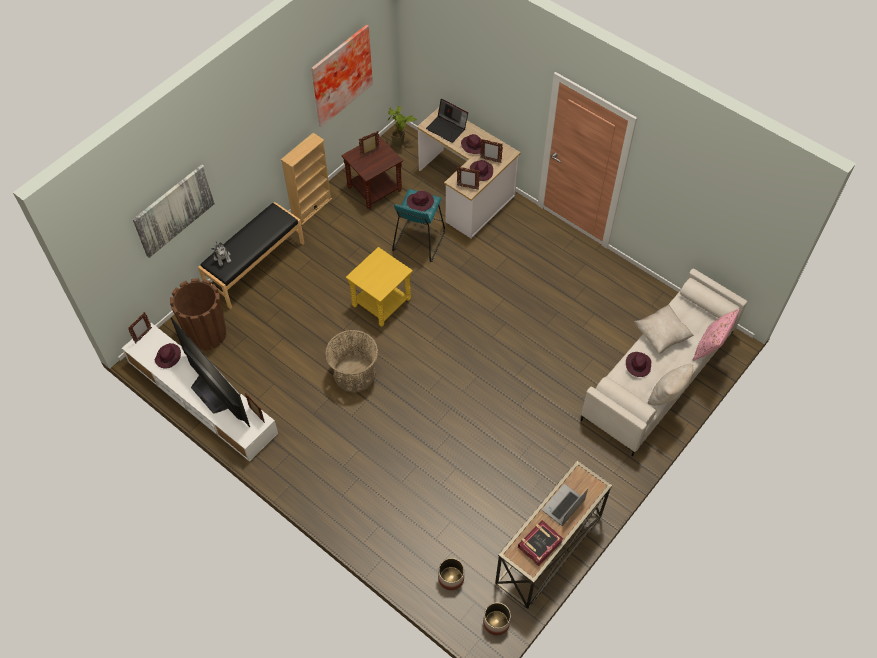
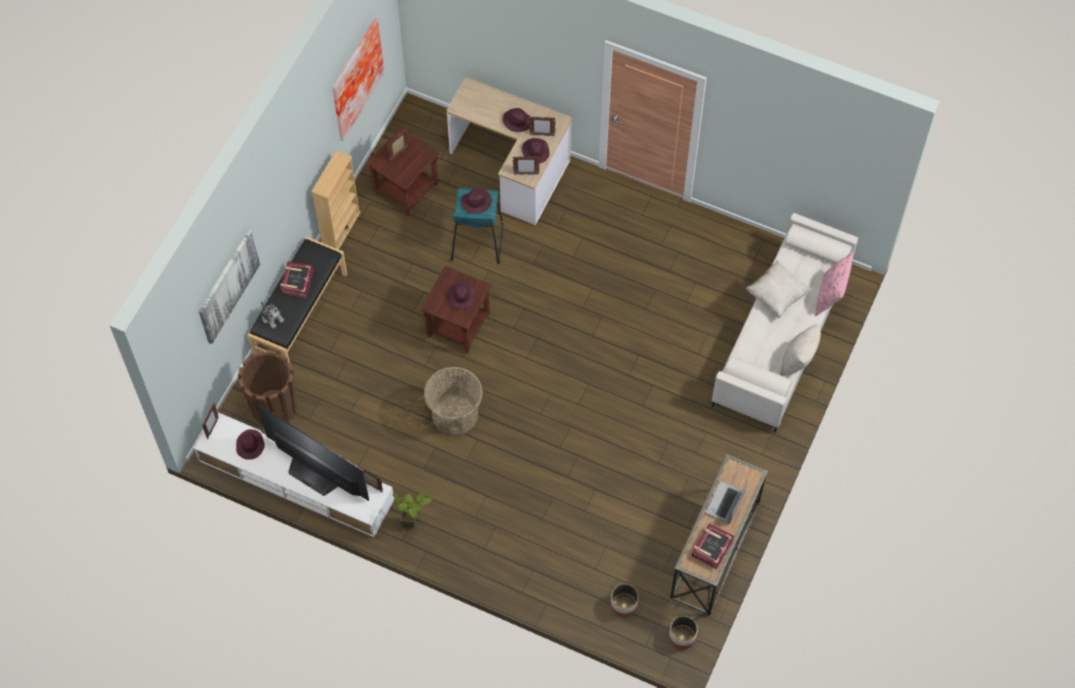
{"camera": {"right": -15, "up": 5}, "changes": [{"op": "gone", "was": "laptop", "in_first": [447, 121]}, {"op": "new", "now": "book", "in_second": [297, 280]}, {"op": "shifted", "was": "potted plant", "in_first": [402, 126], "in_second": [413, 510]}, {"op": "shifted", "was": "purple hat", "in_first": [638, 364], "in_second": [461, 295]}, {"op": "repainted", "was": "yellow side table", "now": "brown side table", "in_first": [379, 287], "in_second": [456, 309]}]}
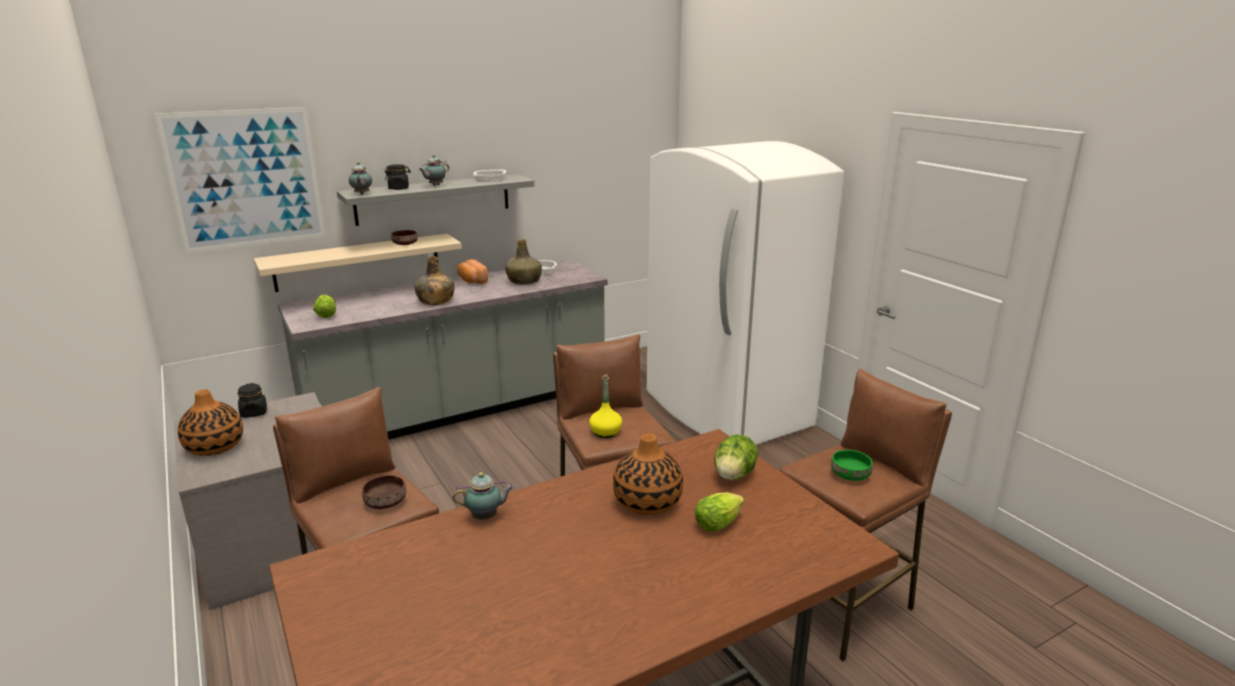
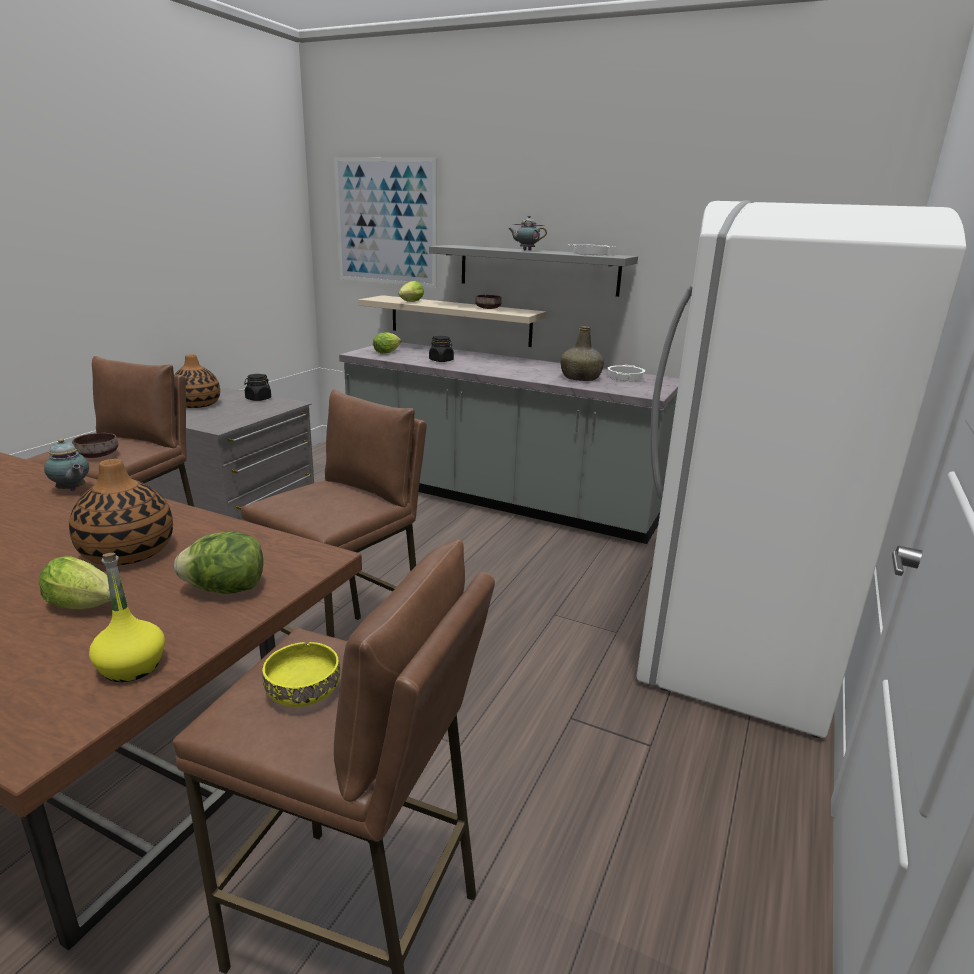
{"camera": {"right": 55, "up": 0}, "changes": [{"op": "gone", "was": "teapot", "in_first": [360, 178]}, {"op": "gone", "was": "green bottle", "in_first": [435, 280]}, {"op": "gone", "was": "bread", "in_first": [472, 271]}, {"op": "new", "now": "lettuce", "in_second": [411, 291]}, {"op": "shifted", "was": "black jar", "in_first": [398, 177], "in_second": [441, 349]}, {"op": "shifted", "was": "yellow bottle", "in_first": [605, 406], "in_second": [127, 617]}, {"op": "repainted", "was": "green bowl", "now": "yellow bowl", "in_first": [852, 465], "in_second": [301, 674]}]}
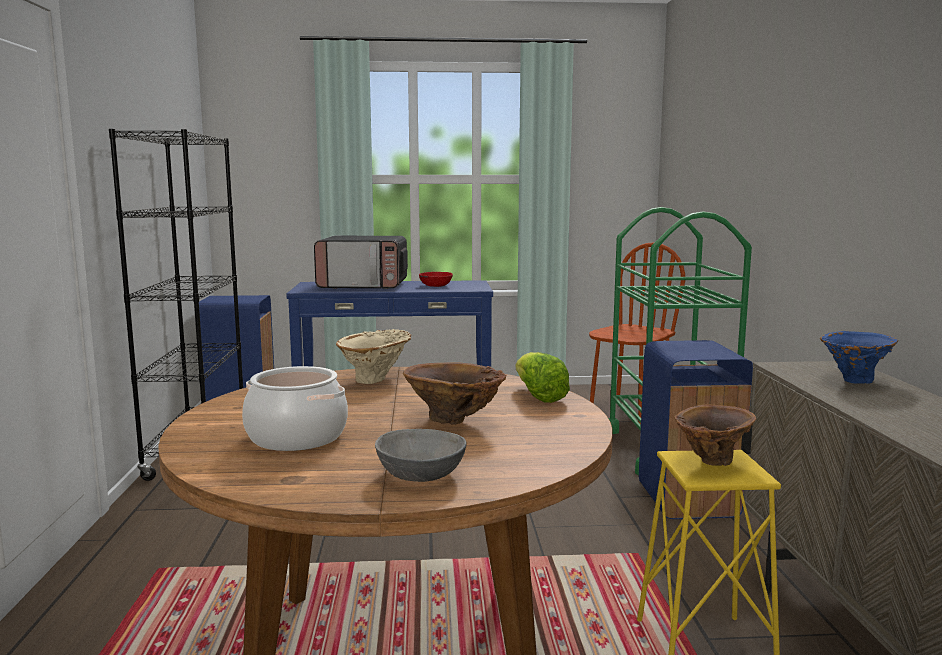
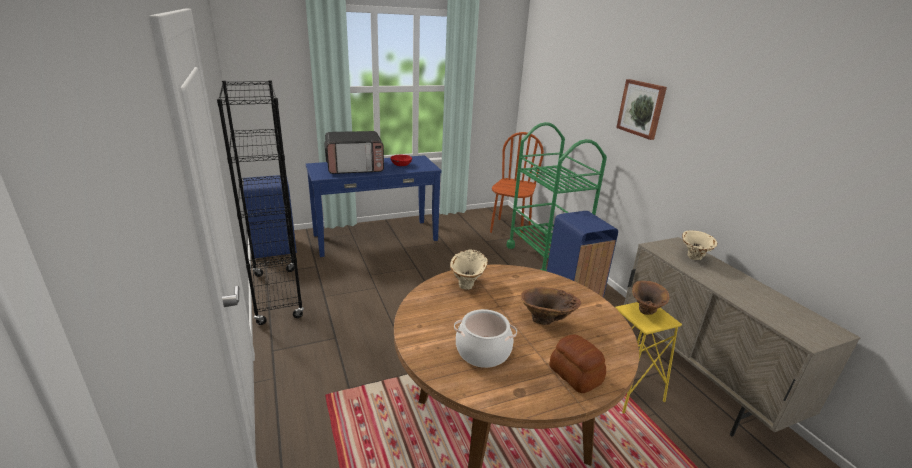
{"camera": {"right": -20, "up": 15}, "changes": [{"op": "gone", "was": "lettuce", "in_first": [543, 377]}, {"op": "new", "now": "picture", "in_second": [641, 109]}, {"op": "swapped", "was": "grey bowl", "now": "bread", "in_first": [421, 455], "in_second": [577, 364]}, {"op": "repainted", "was": "blue vase", "now": "beige vase", "in_first": [859, 357], "in_second": [699, 245]}]}
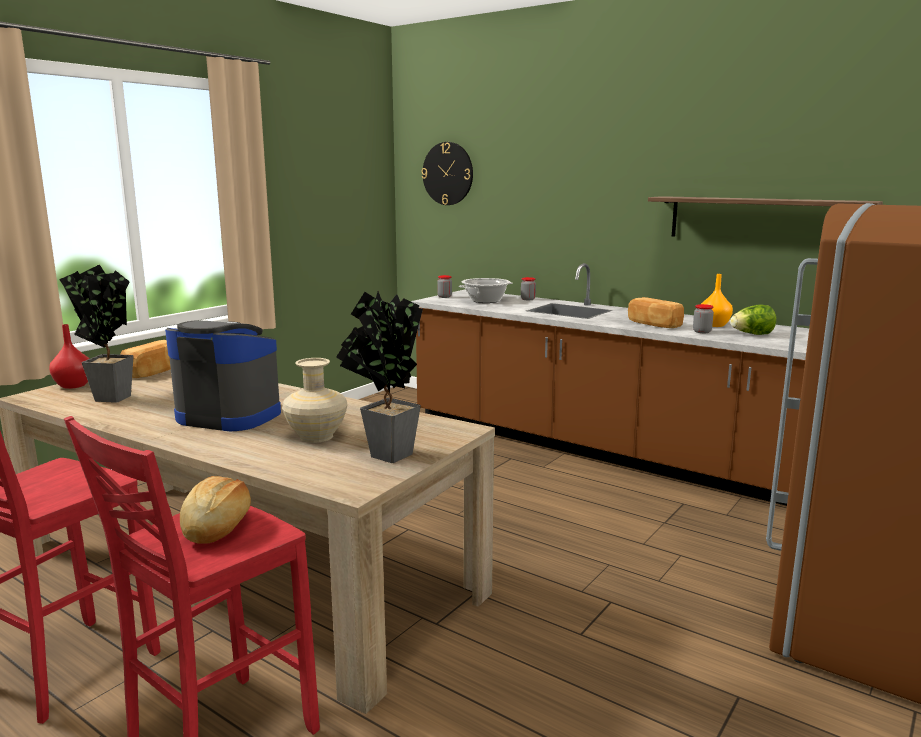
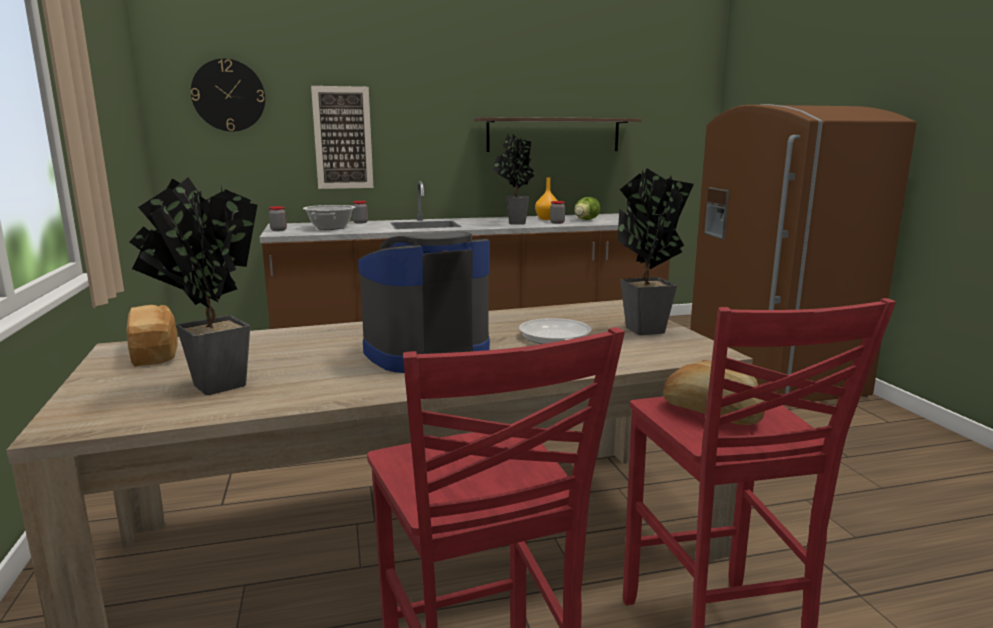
{"camera": {"right": -50, "up": 0}, "changes": [{"op": "gone", "was": "red vase", "in_first": [69, 356]}, {"op": "new", "now": "picture", "in_second": [342, 137]}, {"op": "swapped", "was": "beige vase", "now": "frying pan", "in_first": [314, 400], "in_second": [555, 331]}, {"op": "swapped", "was": "bread", "now": "potted plant", "in_first": [656, 312], "in_second": [513, 179]}]}
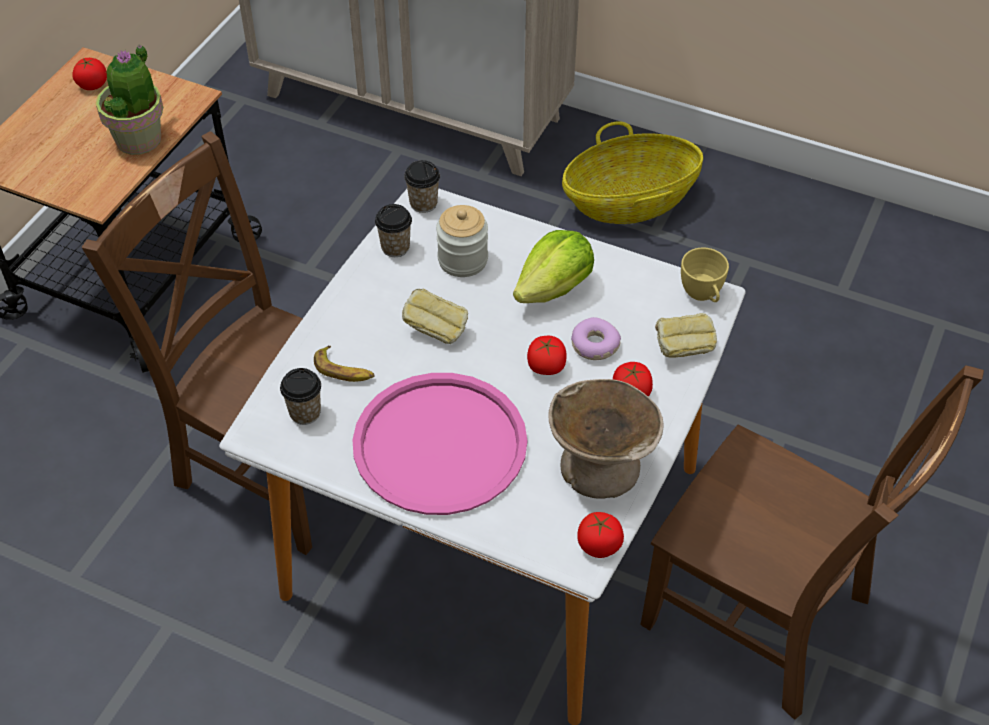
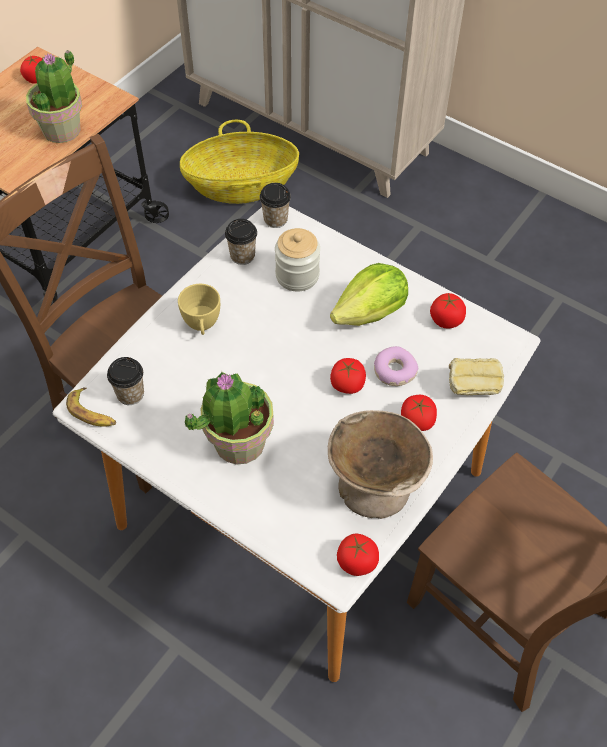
{"camera": {"right": 10, "up": 5}, "changes": [{"op": "gone", "was": "bread", "in_first": [435, 316]}, {"op": "new", "now": "tomato", "in_second": [448, 310]}, {"op": "shifted", "was": "banana", "in_first": [344, 364], "in_second": [91, 407]}, {"op": "shifted", "was": "basket", "in_first": [632, 172], "in_second": [239, 162]}, {"op": "shifted", "was": "yellow cup", "in_first": [705, 275], "in_second": [199, 309]}, {"op": "swapped", "was": "pink tray", "now": "potted plant", "in_first": [439, 444], "in_second": [229, 418]}]}
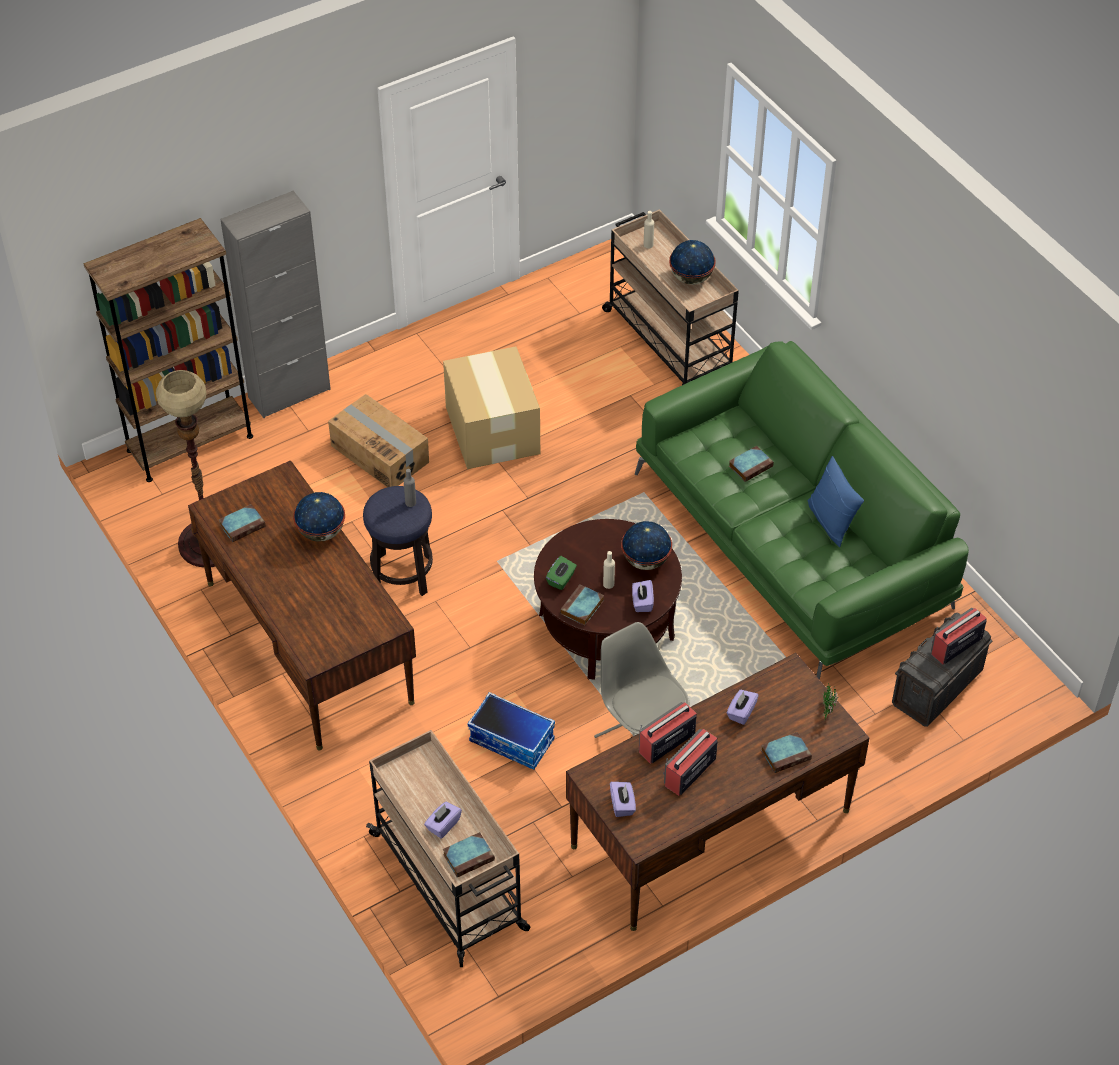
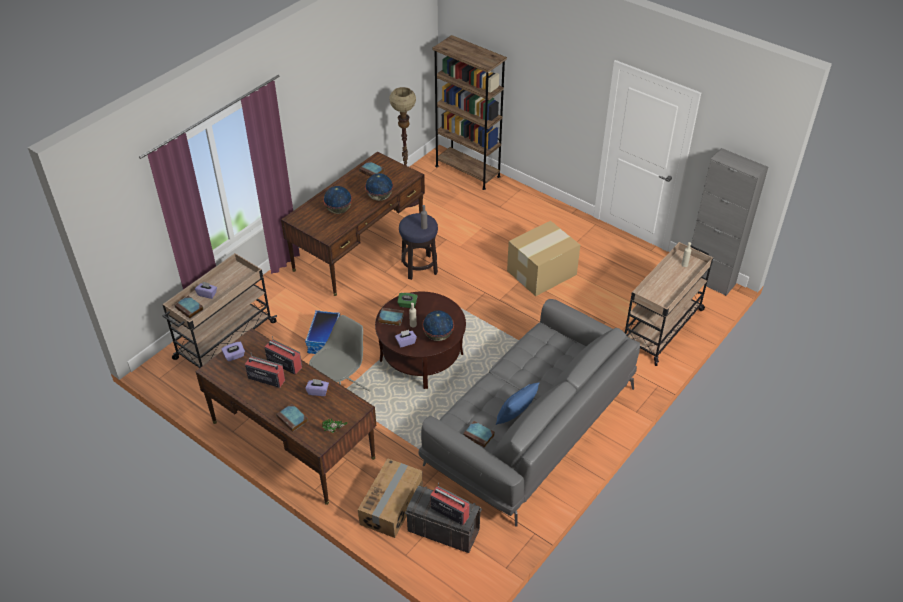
{"camera": {"right": 70, "up": -5}, "changes": [{"op": "shifted", "was": "grey cabinet", "in_first": [275, 304], "in_second": [729, 222]}, {"op": "shifted", "was": "cardboard box", "in_first": [378, 440], "in_second": [390, 498]}, {"op": "shifted", "was": "globe", "in_first": [692, 262], "in_second": [337, 200]}, {"op": "shifted", "was": "book", "in_first": [751, 464], "in_second": [479, 434]}, {"op": "repainted", "was": "green sofa", "now": "grey sofa", "in_first": [802, 510], "in_second": [529, 413]}]}
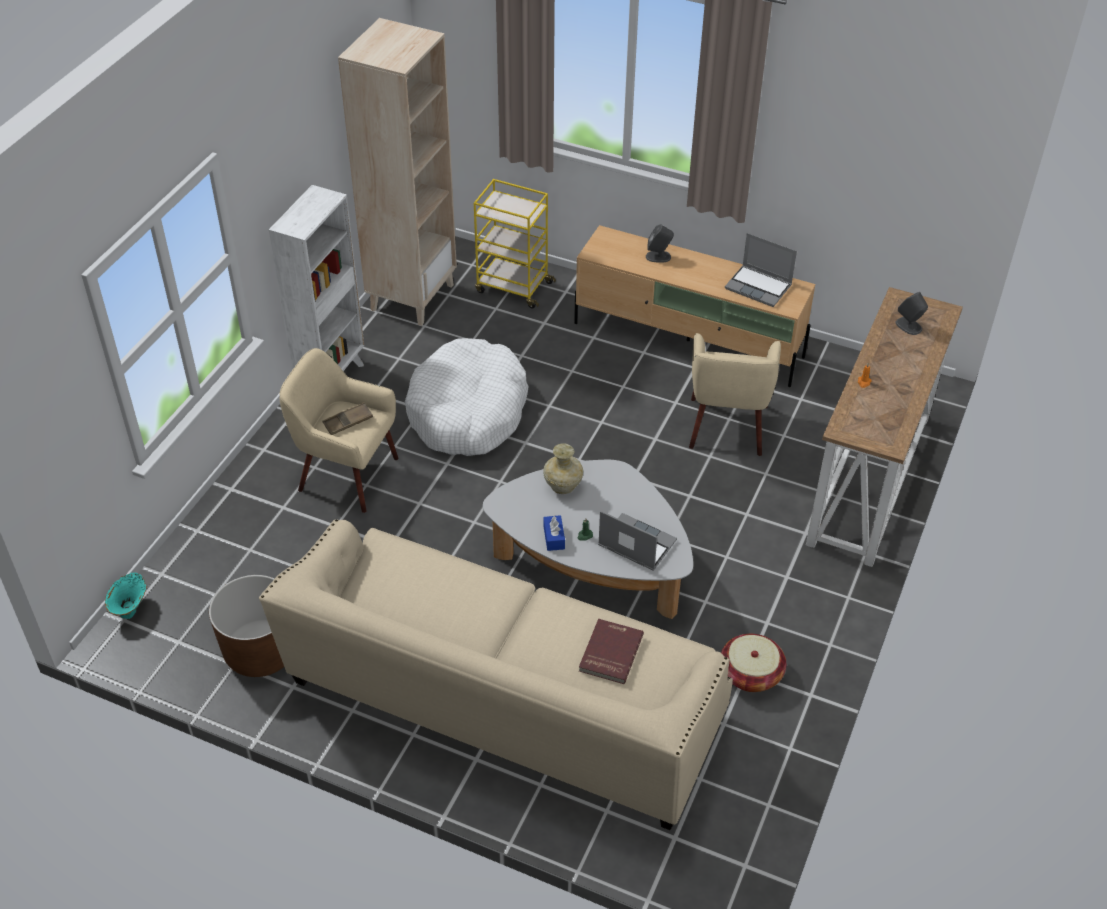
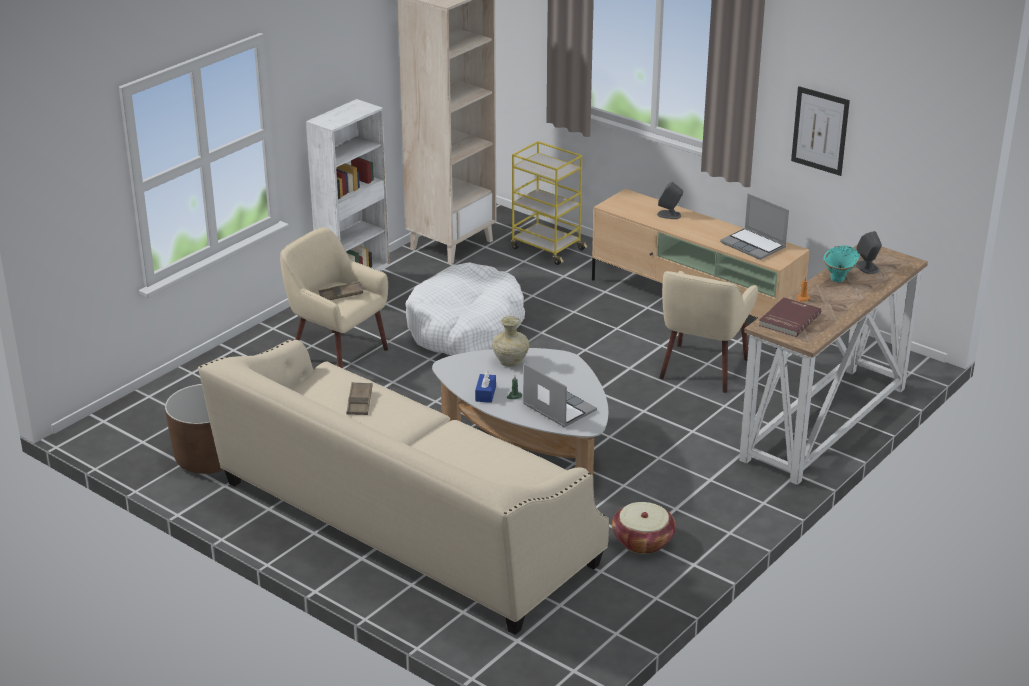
{"camera": {"right": 15, "up": -15}, "changes": [{"op": "new", "now": "brown tray", "in_second": [359, 398]}, {"op": "new", "now": "picture", "in_second": [820, 131]}, {"op": "shifted", "was": "turquoise vase", "in_first": [126, 596], "in_second": [842, 263]}, {"op": "shifted", "was": "red book", "in_first": [611, 651], "in_second": [790, 317]}]}
